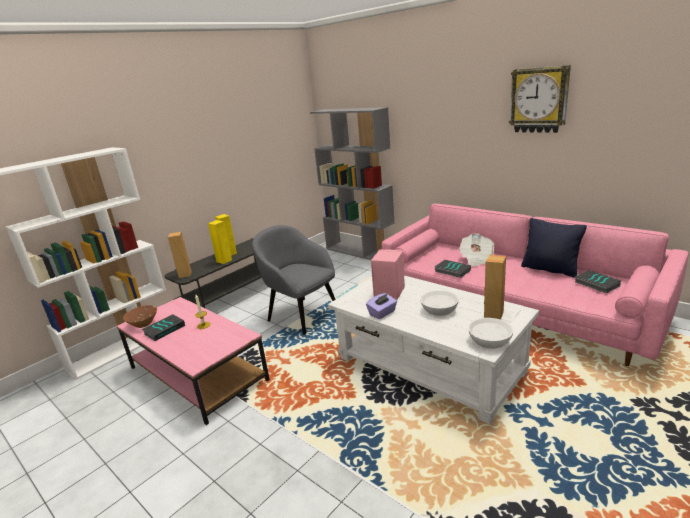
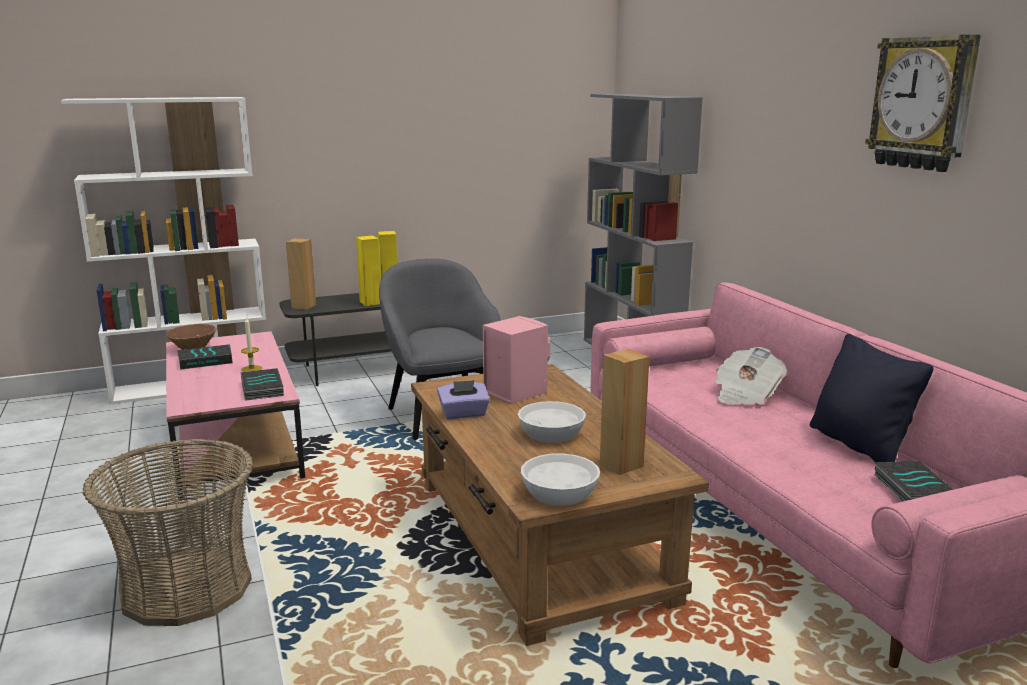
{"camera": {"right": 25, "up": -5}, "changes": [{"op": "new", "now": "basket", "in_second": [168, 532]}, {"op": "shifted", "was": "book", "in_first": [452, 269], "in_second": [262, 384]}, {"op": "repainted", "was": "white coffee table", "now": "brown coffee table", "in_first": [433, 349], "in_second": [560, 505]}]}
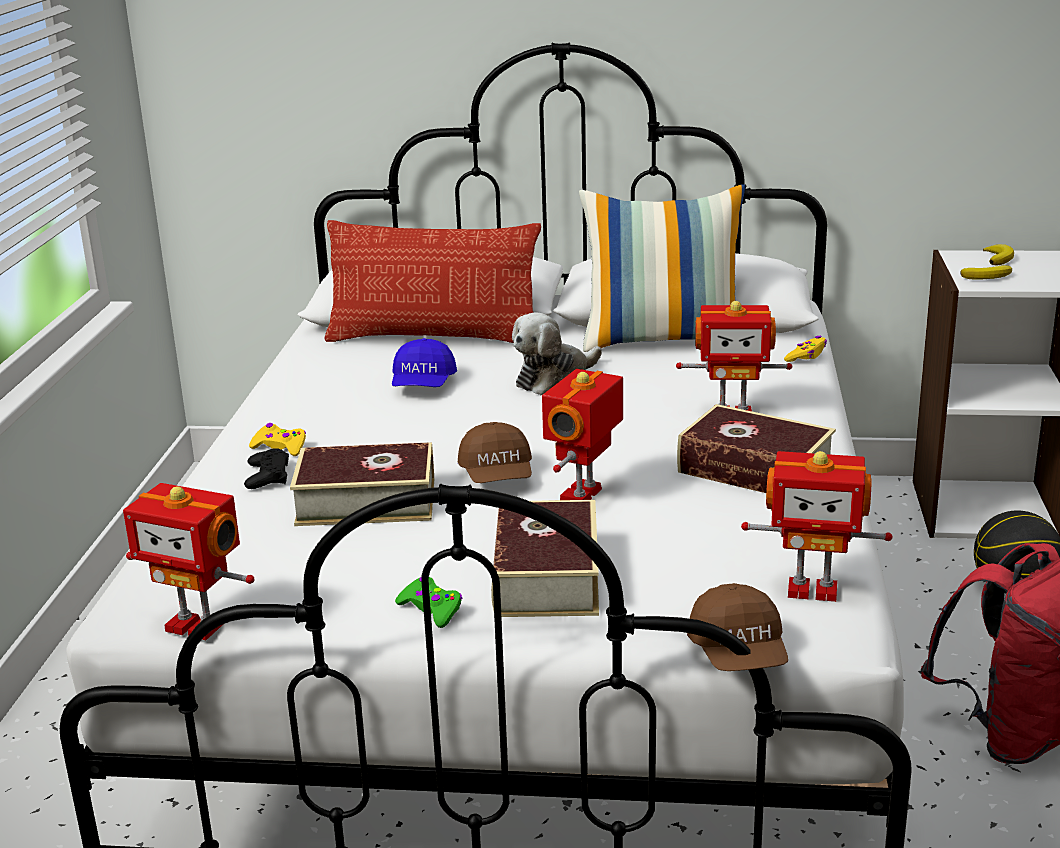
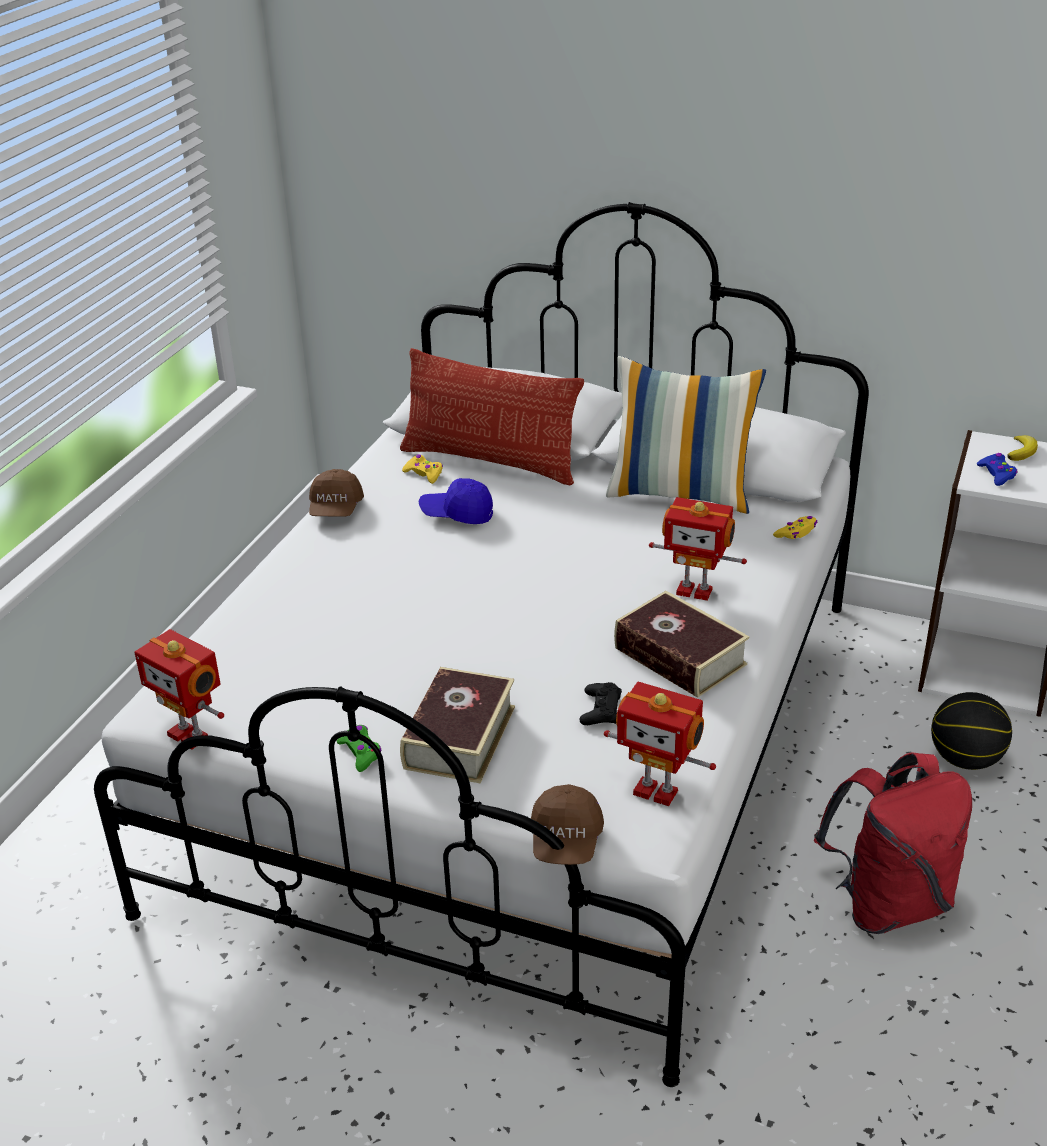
{"camera": {"right": 15, "up": 10}, "changes": [{"op": "gone", "was": "book", "in_first": [362, 484]}, {"op": "gone", "was": "plush toy", "in_first": [557, 354]}, {"op": "gone", "was": "toy robot", "in_first": [582, 434]}, {"op": "shifted", "was": "black game controller", "in_first": [266, 468], "in_second": [600, 703]}, {"op": "shifted", "was": "yellow game controller", "in_first": [277, 439], "in_second": [422, 469]}, {"op": "shifted", "was": "brown cap", "in_first": [495, 452], "in_second": [336, 493]}, {"op": "swapped", "was": "banana", "now": "blue game controller", "in_first": [986, 272], "in_second": [997, 469]}, {"op": "rotated", "was": "blue cap", "in_first": [424, 362], "in_second": [456, 501], "clockwise": 75}]}
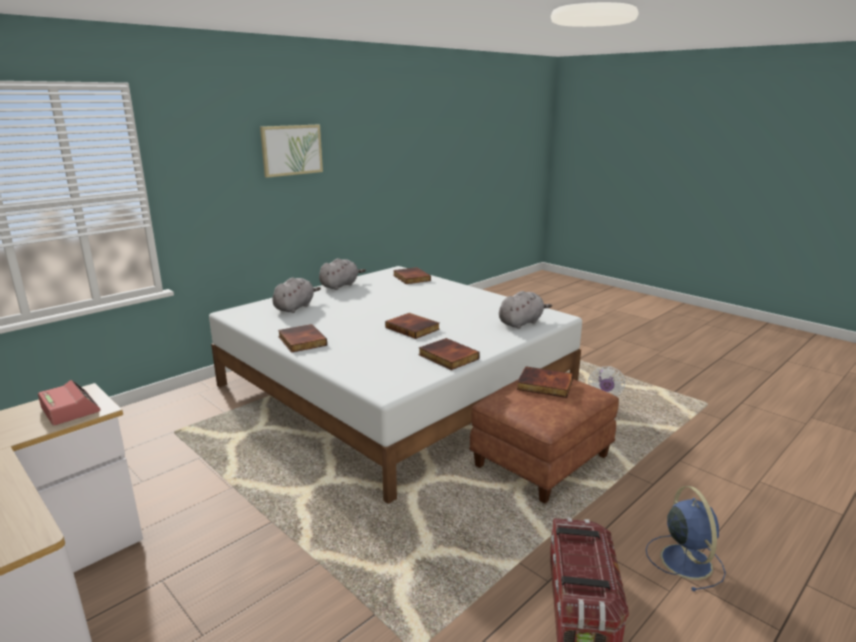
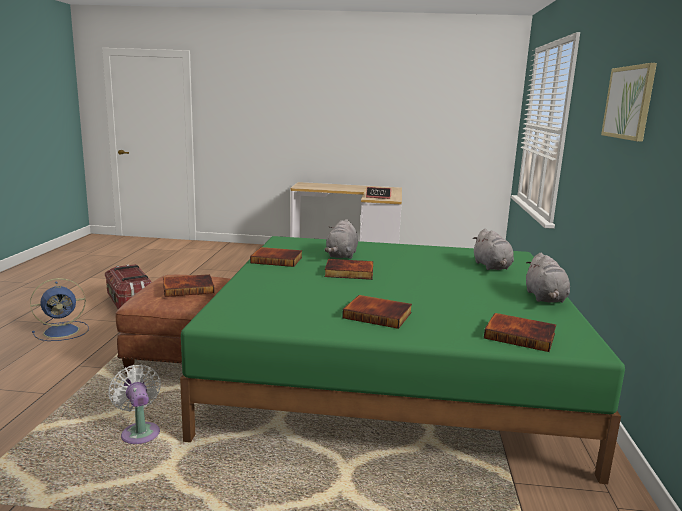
{"camera": {"right": 140, "up": -5}, "changes": [{"op": "shifted", "was": "book", "in_first": [302, 338], "in_second": [377, 312]}, {"op": "shifted", "was": "grey plush toy", "in_first": [525, 310], "in_second": [341, 239]}, {"op": "repainted", "was": "white bed", "now": "green bed", "in_first": [395, 385], "in_second": [402, 360]}, {"op": "rotated", "was": "blue fan", "in_first": [686, 538], "in_second": [59, 309], "clockwise": -75}]}
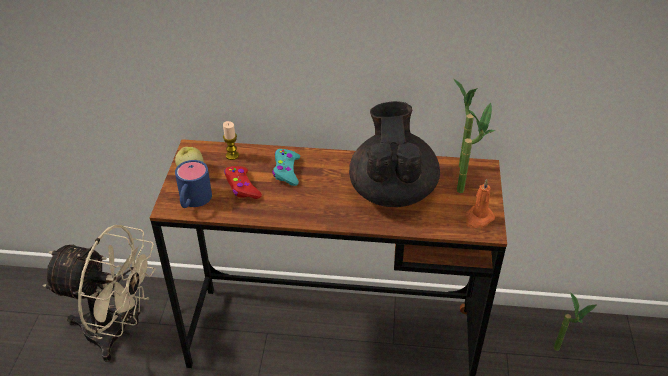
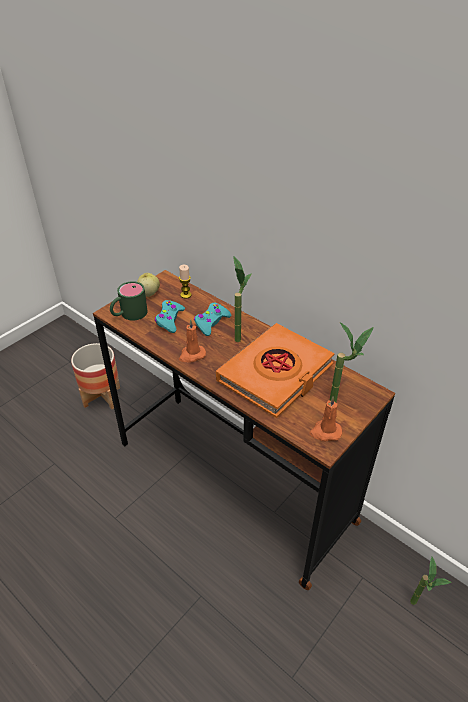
{"camera": {"right": 35, "up": 0}, "changes": [{"op": "new", "now": "orange candle", "in_second": [192, 340]}, {"op": "shifted", "was": "potted plant", "in_first": [465, 122], "in_second": [243, 299]}, {"op": "swapped", "was": "beige fan", "now": "planter", "in_first": [99, 293], "in_second": [95, 376]}, {"op": "swapped", "was": "black teapot", "now": "orange book", "in_first": [394, 154], "in_second": [275, 370]}, {"op": "repainted", "was": "blue mug", "now": "green mug", "in_first": [193, 184], "in_second": [129, 301]}, {"op": "repainted", "was": "red game controller", "now": "turquoise game controller", "in_first": [243, 182], "in_second": [170, 316]}]}
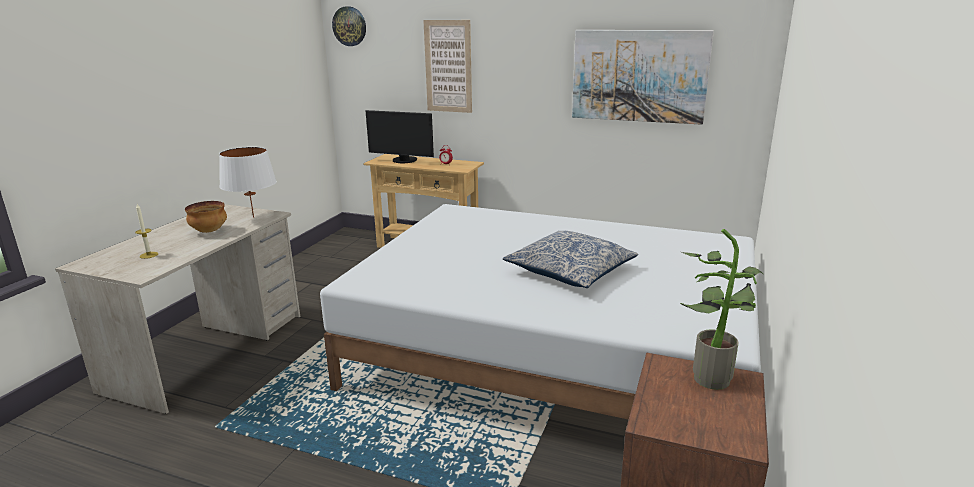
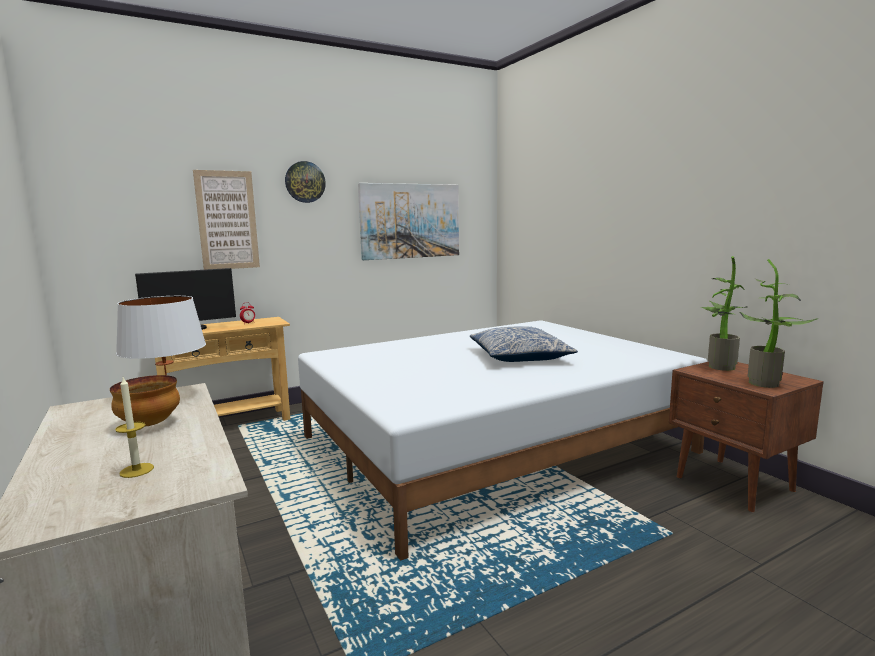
{"camera": {"right": -50, "up": -10}, "changes": [{"op": "new", "now": "potted plant", "in_second": [779, 323]}, {"op": "shifted", "was": "wall clock", "in_first": [349, 26], "in_second": [305, 182]}]}
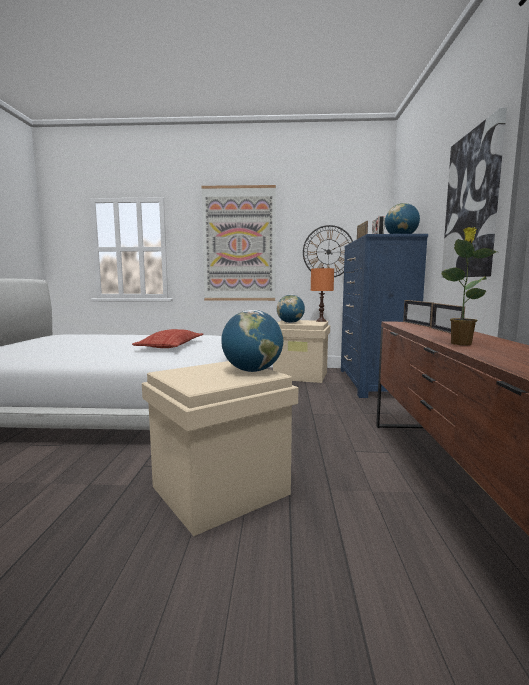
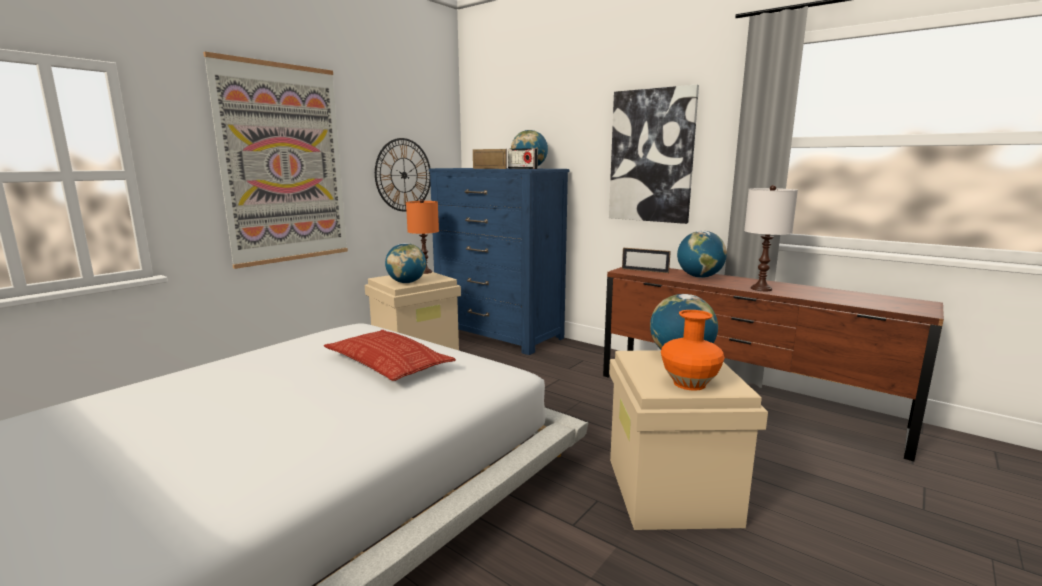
{"camera": {"right": -55, "up": 5}, "changes": [{"op": "new", "now": "orange vase", "in_second": [693, 350]}, {"op": "swapped", "was": "picture frame", "now": "globe", "in_first": [448, 318], "in_second": [702, 254]}, {"op": "swapped", "was": "potted plant", "now": "white table lamp", "in_first": [469, 286], "in_second": [771, 238]}]}
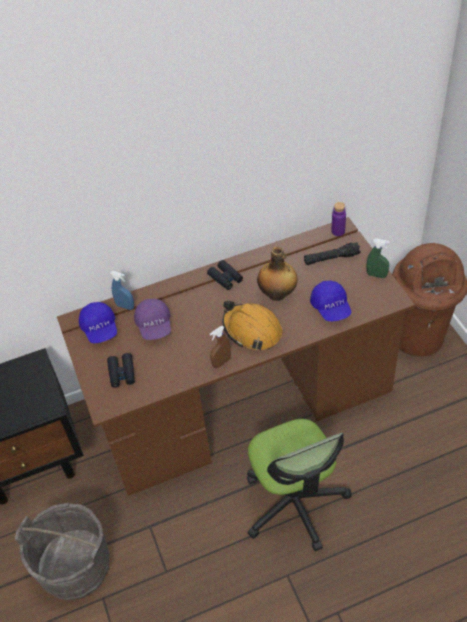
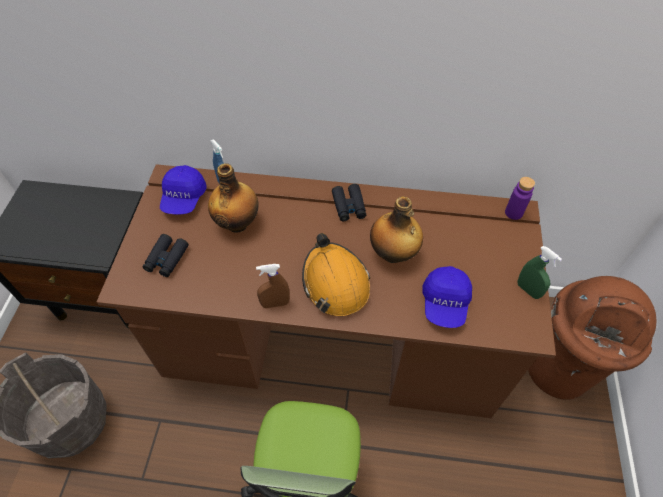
{"camera": {"right": 25, "up": 5}, "changes": [{"op": "gone", "was": "black flashlight", "in_first": [332, 253]}, {"op": "swapped", "was": "purple cap", "now": "bottle", "in_first": [152, 319], "in_second": [233, 198]}]}
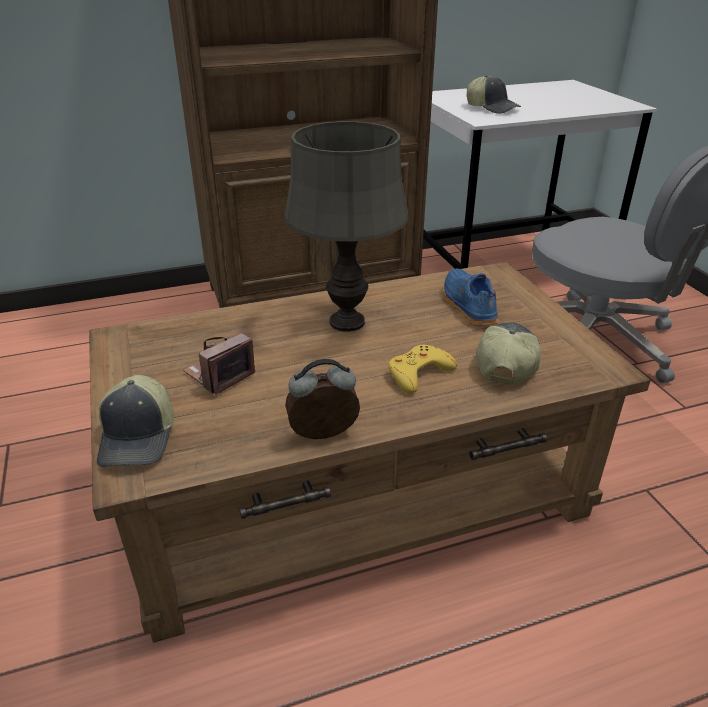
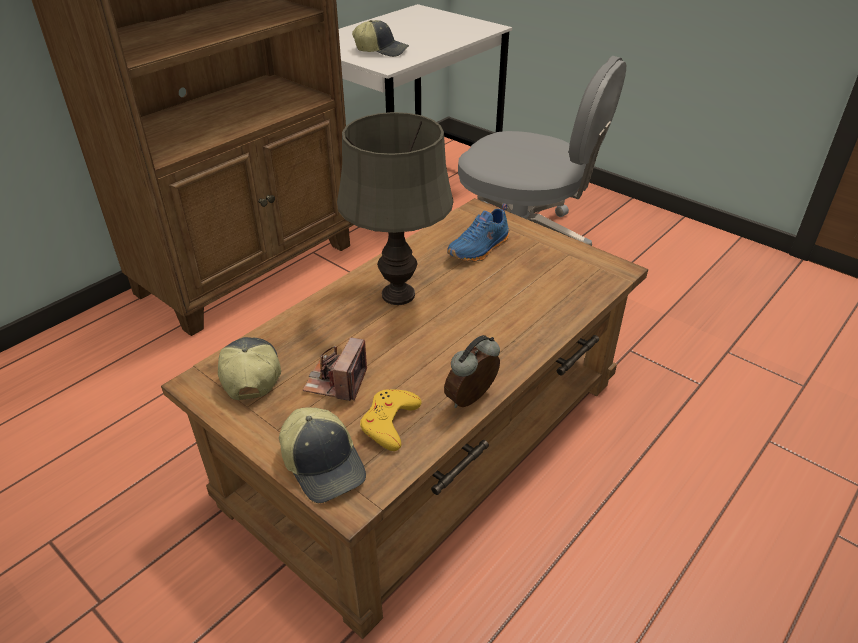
{"camera": {"right": -30, "up": 5}, "changes": [{"op": "shifted", "was": "yellow game controller", "in_first": [422, 369], "in_second": [391, 420]}, {"op": "shifted", "was": "cap", "in_first": [508, 353], "in_second": [249, 368]}, {"op": "rotated", "was": "blue shoe", "in_first": [471, 297], "in_second": [478, 233], "clockwise": -90}]}
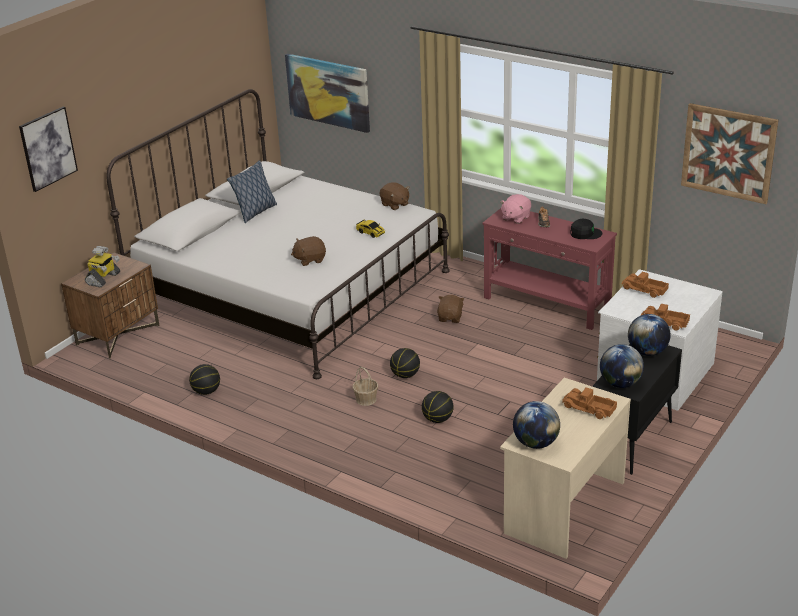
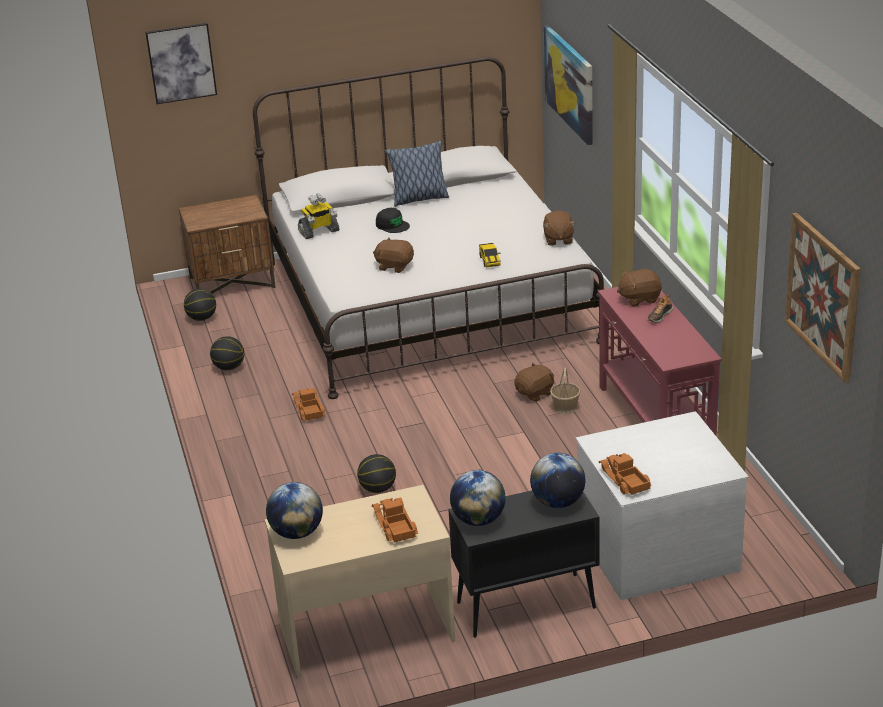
{"camera": {"right": 40, "up": 0}, "changes": [{"op": "shifted", "was": "toy robot", "in_first": [102, 266], "in_second": [319, 216]}, {"op": "shifted", "was": "basket", "in_first": [365, 386], "in_second": [565, 391]}, {"op": "shifted", "was": "basketball", "in_first": [405, 363], "in_second": [200, 305]}, {"op": "shifted", "was": "black cap", "in_first": [586, 229], "in_second": [393, 220]}, {"op": "shifted", "was": "toy truck", "in_first": [645, 285], "in_second": [309, 404]}, {"op": "repainted", "was": "pink plush toy", "now": "brown plush toy", "in_first": [515, 209], "in_second": [639, 288]}]}
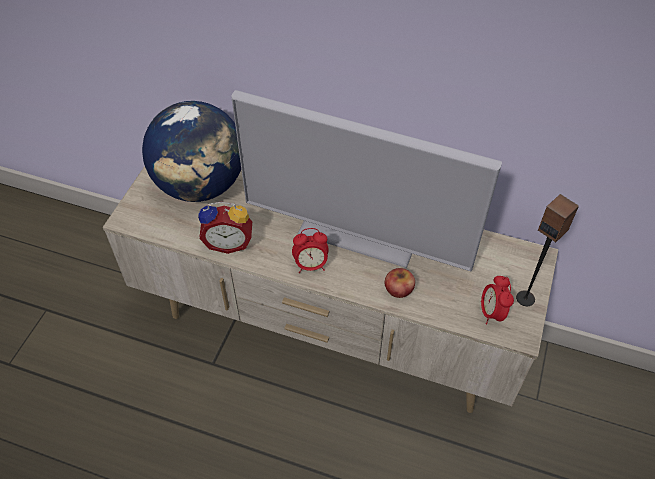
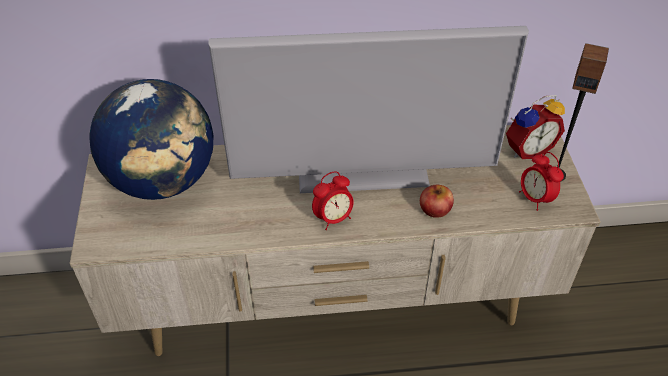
{"camera": {"right": -25, "up": -5}, "changes": [{"op": "shifted", "was": "alarm clock", "in_first": [225, 228], "in_second": [535, 127]}]}
